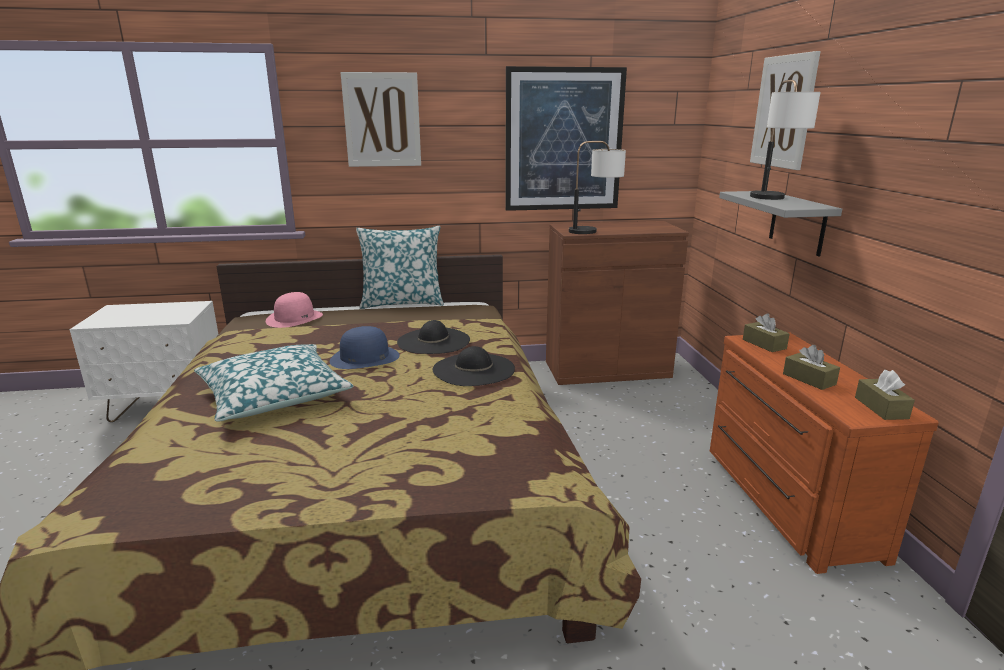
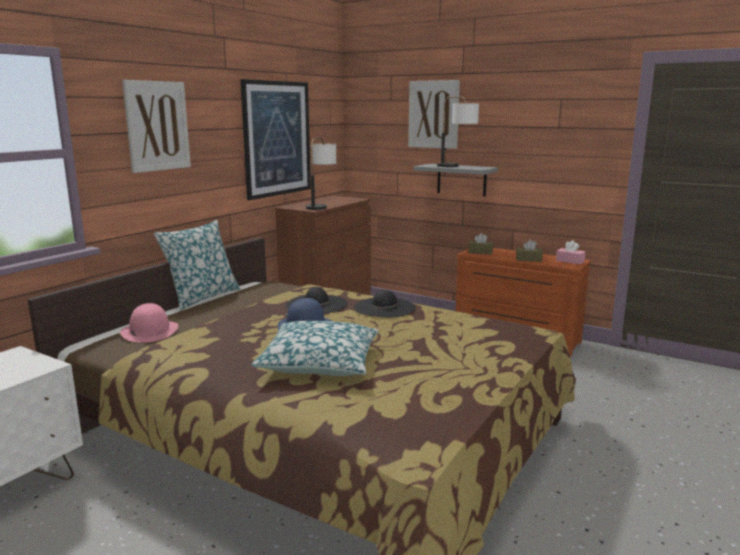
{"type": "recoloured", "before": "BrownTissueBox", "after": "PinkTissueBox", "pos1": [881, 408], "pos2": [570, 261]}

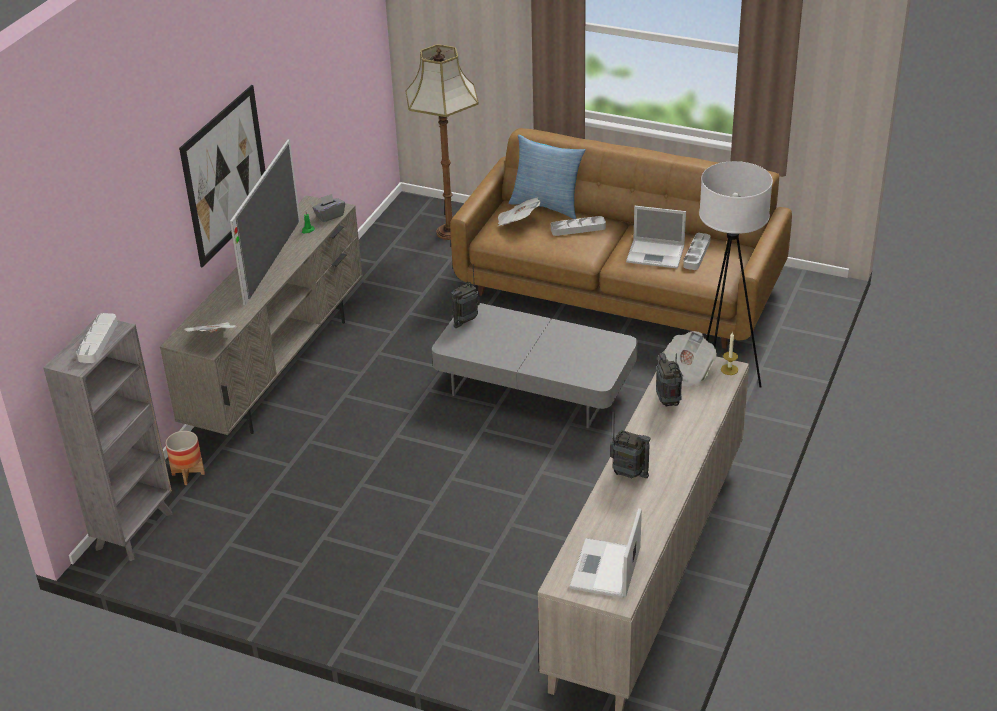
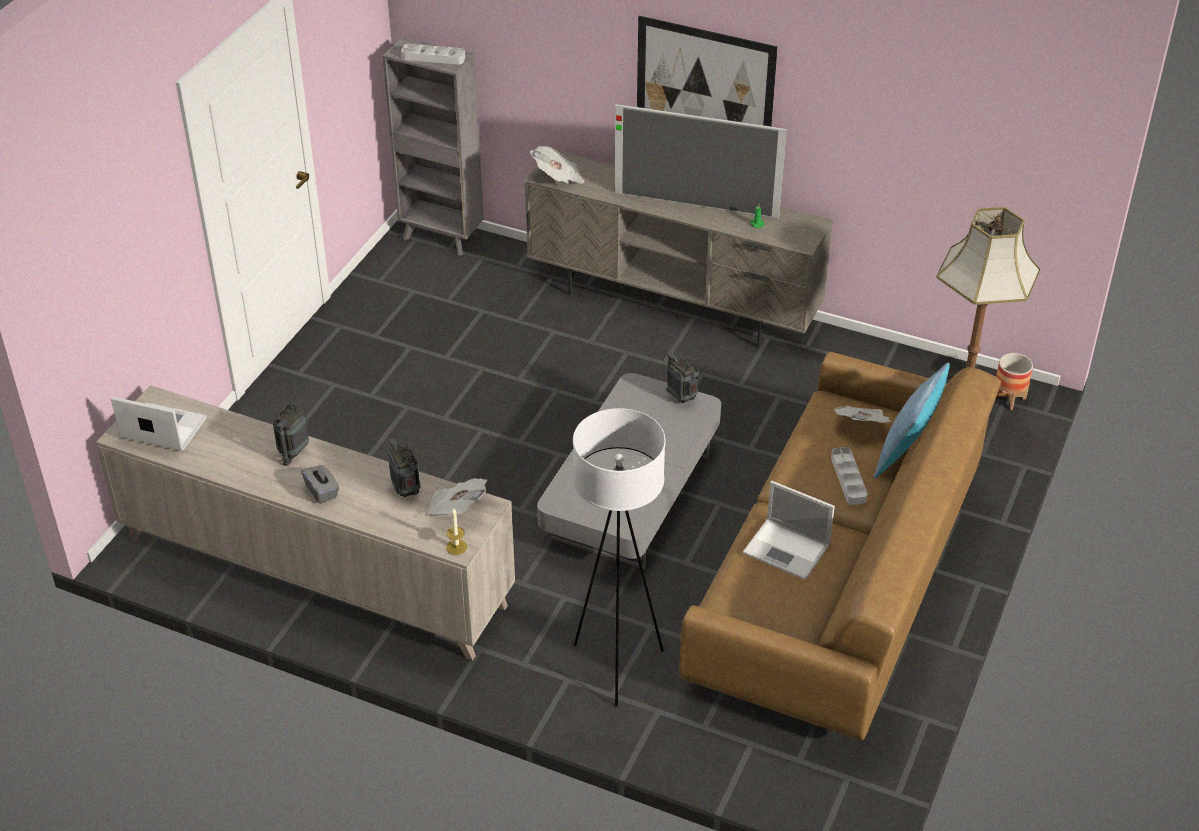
{"type": "moved", "before": "Planter", "pos1": [188, 474], "pos2": [1009, 398]}
{"type": "moved", "before": "GreyTissueBox", "pos1": [329, 216], "pos2": [322, 491]}
{"type": "turned", "before": "Laptop", "pos1": [656, 254], "pos2": [788, 549], "turn": -75}
{"type": "turned", "before": "Radio", "pos1": [668, 402], "pos2": [406, 491], "turn": -105}
{"type": "removed", "before": "GreyTray", "pos1": [696, 254]}

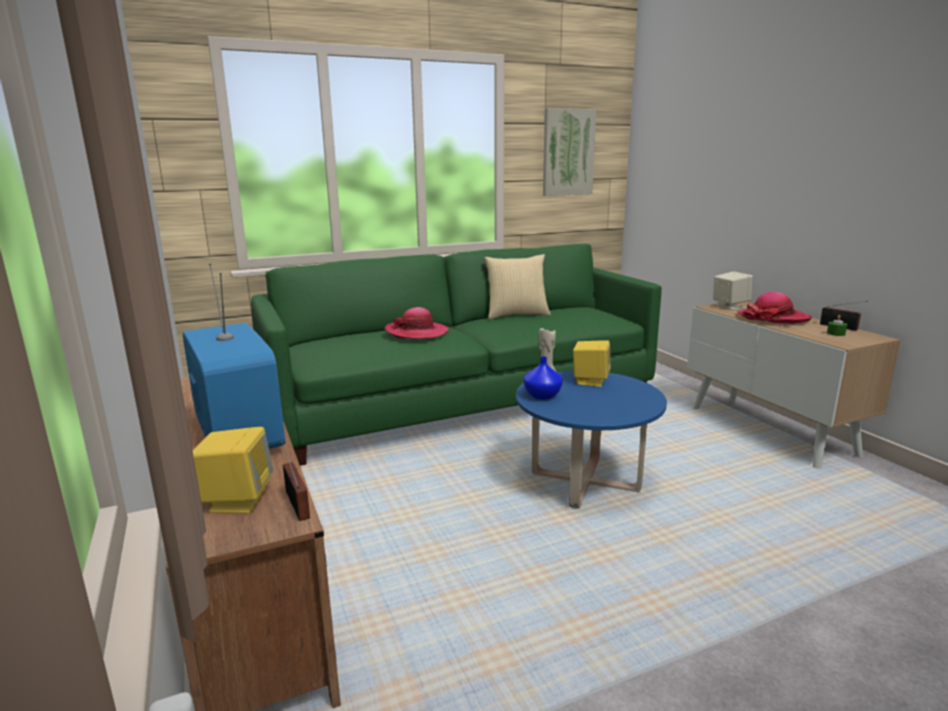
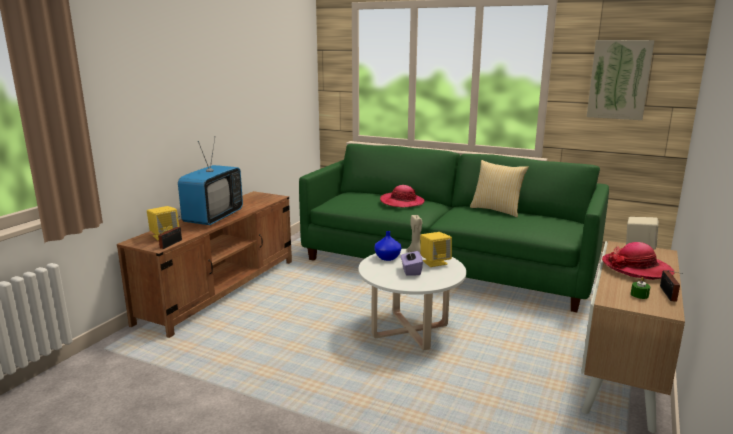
{"type": "recoloured", "before": "BlueCoffeeTable", "after": "WhiteCoffeeTable", "pos1": [585, 482], "pos2": [410, 331]}
{"type": "added", "after": "PurpleTissueBox", "pos2": [411, 271]}

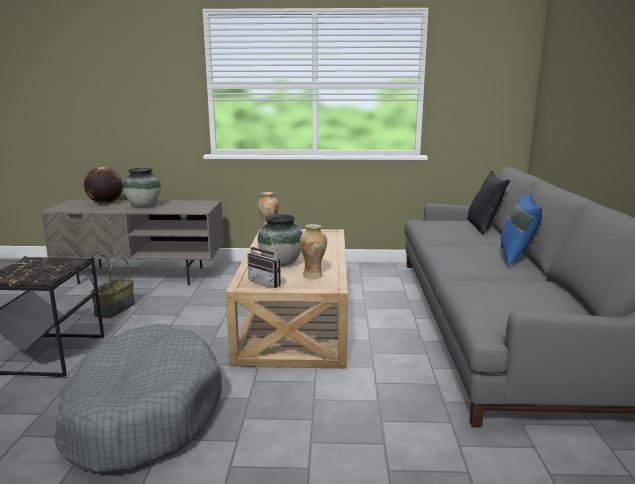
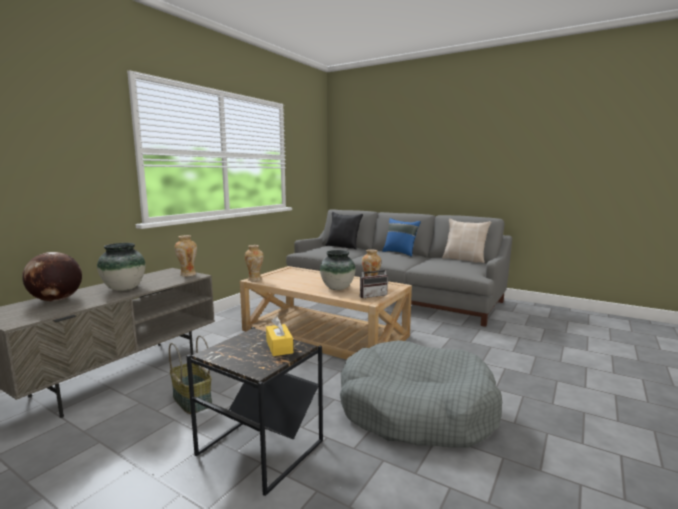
{"type": "added", "after": "Vase", "pos2": [187, 275]}
{"type": "added", "after": "YellowTissueBox", "pos2": [279, 347]}
{"type": "added", "after": "BeigePillow", "pos2": [464, 259]}

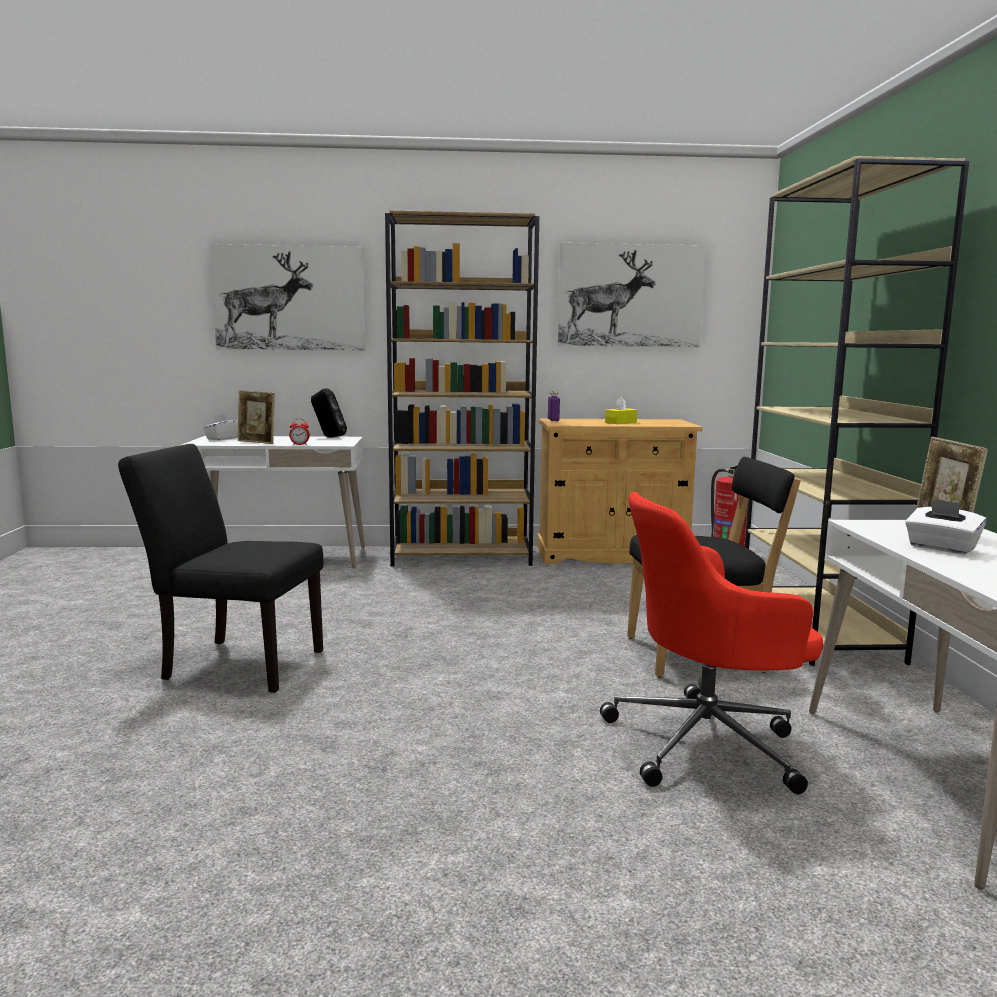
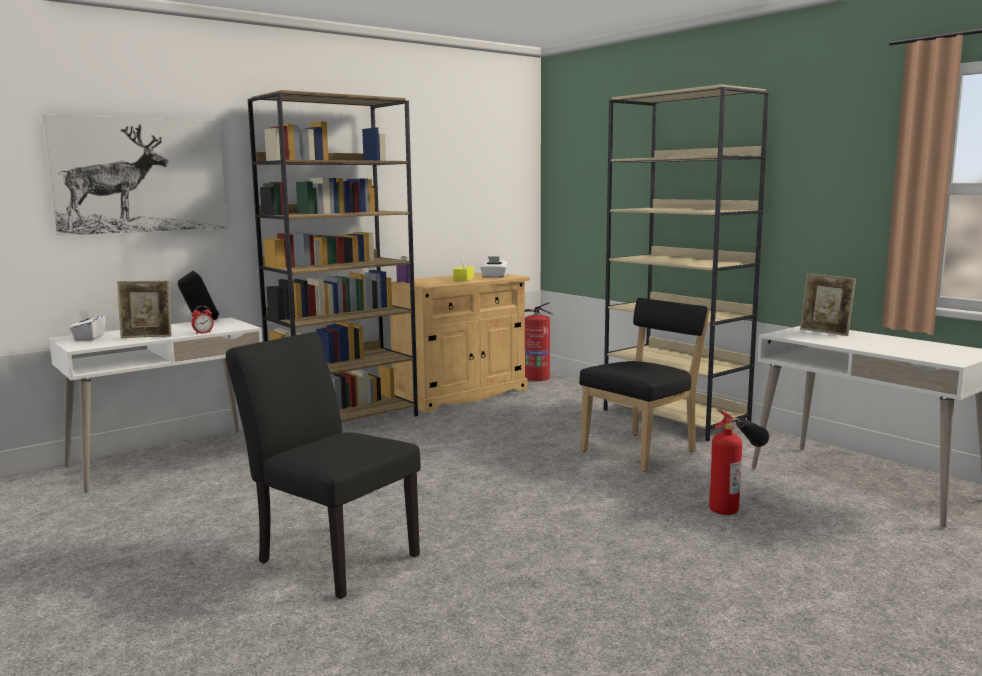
{"type": "turned", "before": "BlackChair", "pos1": [233, 663], "pos2": [330, 555], "turn": 60}
{"type": "removed", "before": "Picture", "pos1": [630, 296]}
{"type": "replaced", "before": "RedOfficeChair", "after": "FireExtinguisher", "pos1": [707, 743], "pos2": [736, 501]}
{"type": "moved", "before": "WhiteTissueBox", "pos1": [941, 548], "pos2": [494, 276]}

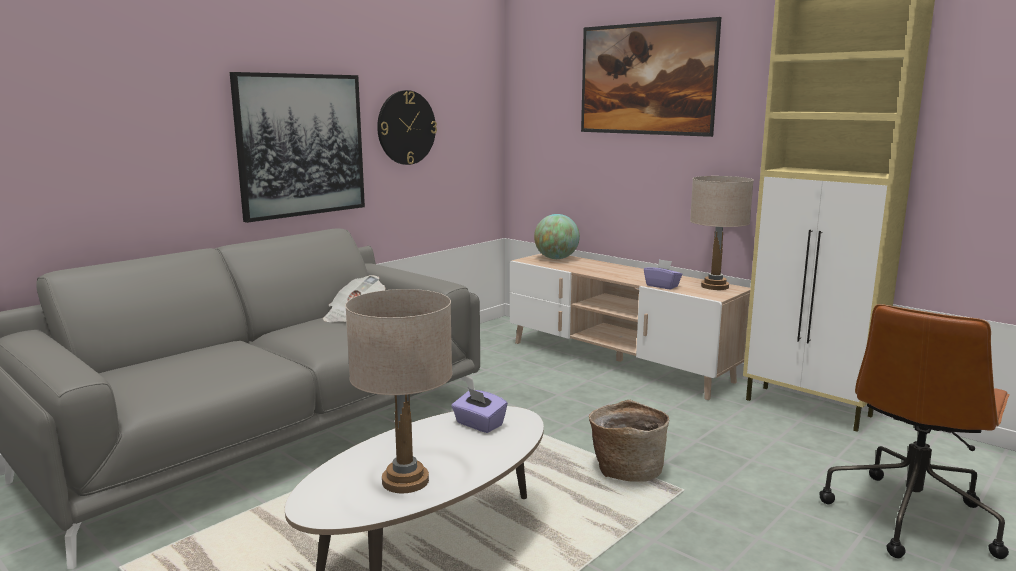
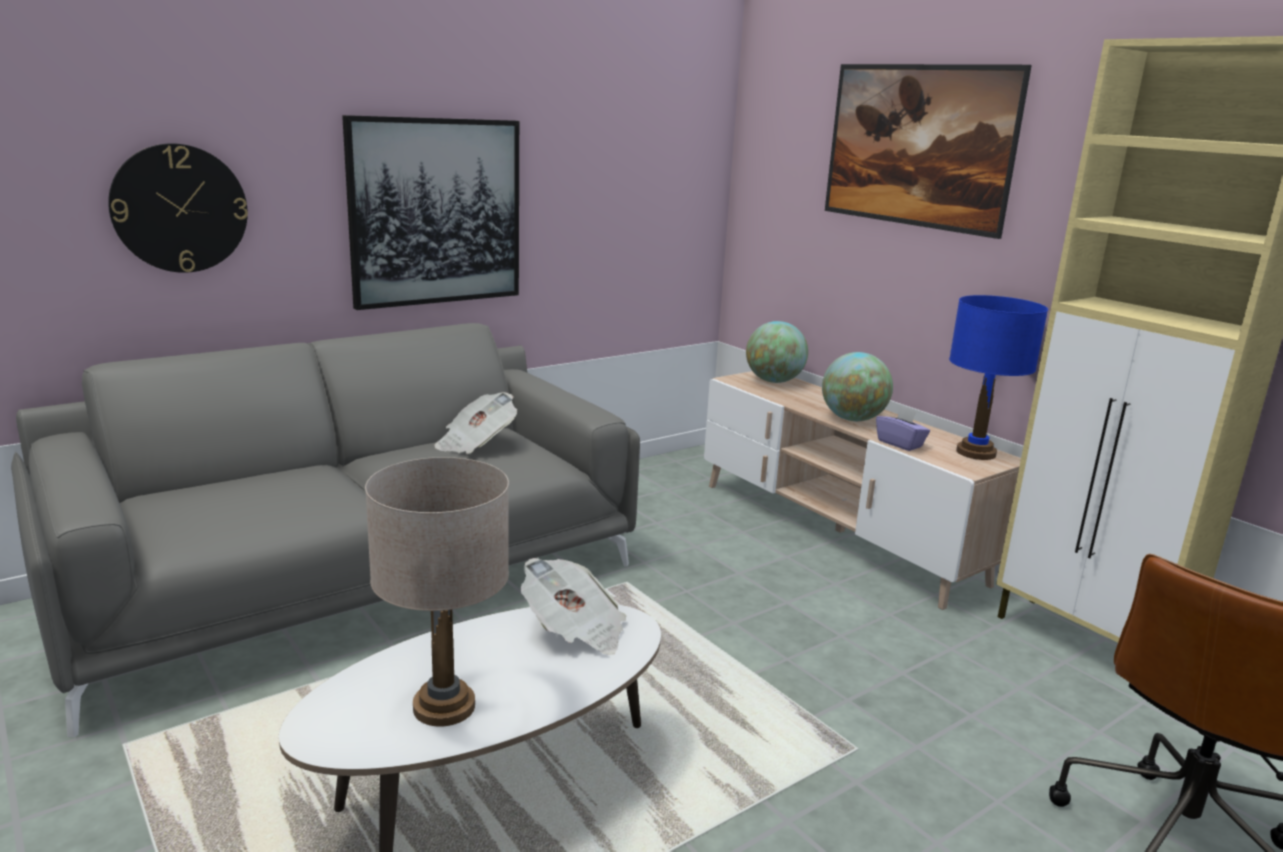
{"type": "moved", "before": "WallClock", "pos1": [406, 127], "pos2": [180, 208]}
{"type": "replaced", "before": "PurpleTissueBox", "after": "Newspaper", "pos1": [479, 424], "pos2": [574, 631]}
{"type": "removed", "before": "Basket", "pos1": [626, 470]}
{"type": "recoloured", "before": "BeigeTableLamp", "after": "BlueTableLamp", "pos1": [715, 286], "pos2": [976, 453]}
{"type": "added", "after": "Globe", "pos2": [852, 419]}

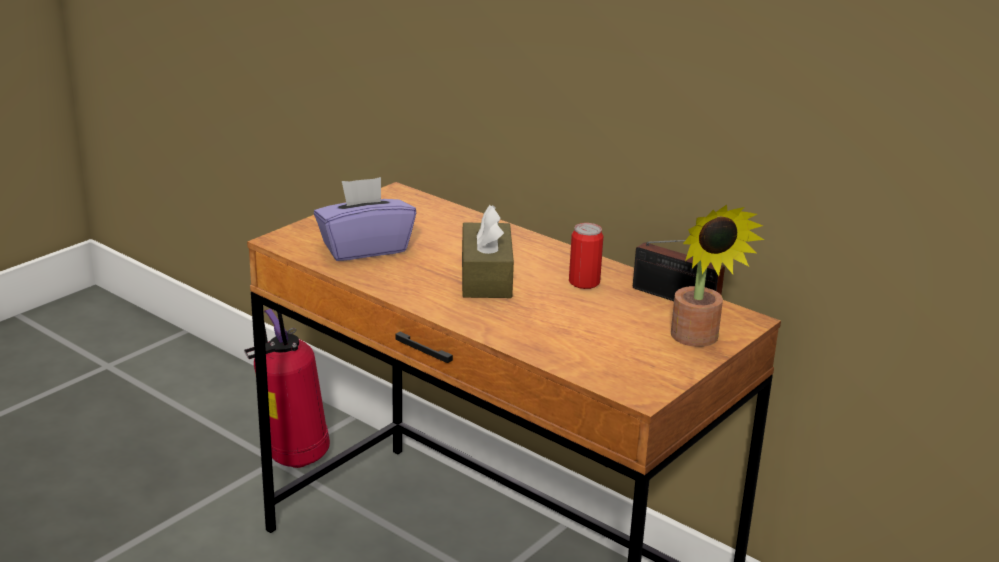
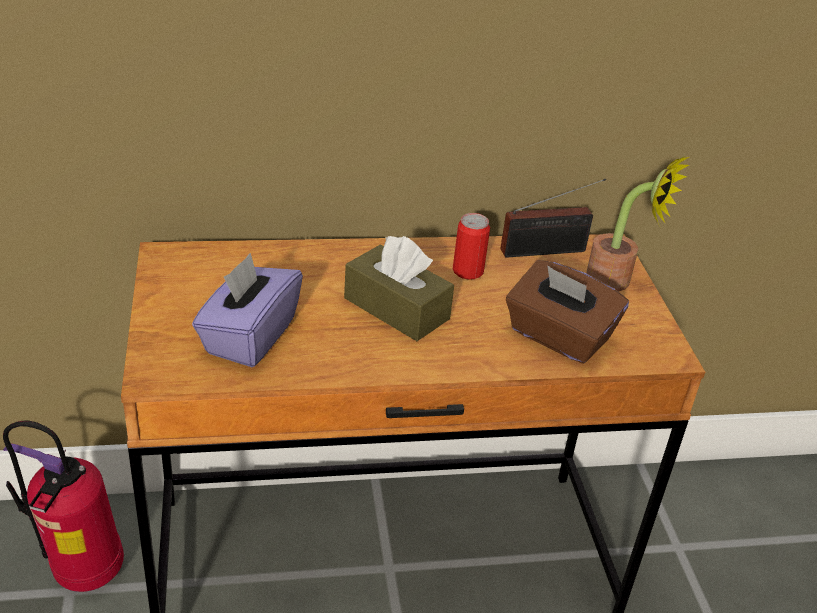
{"type": "added", "after": "BrownTissueBox", "pos2": [558, 337]}

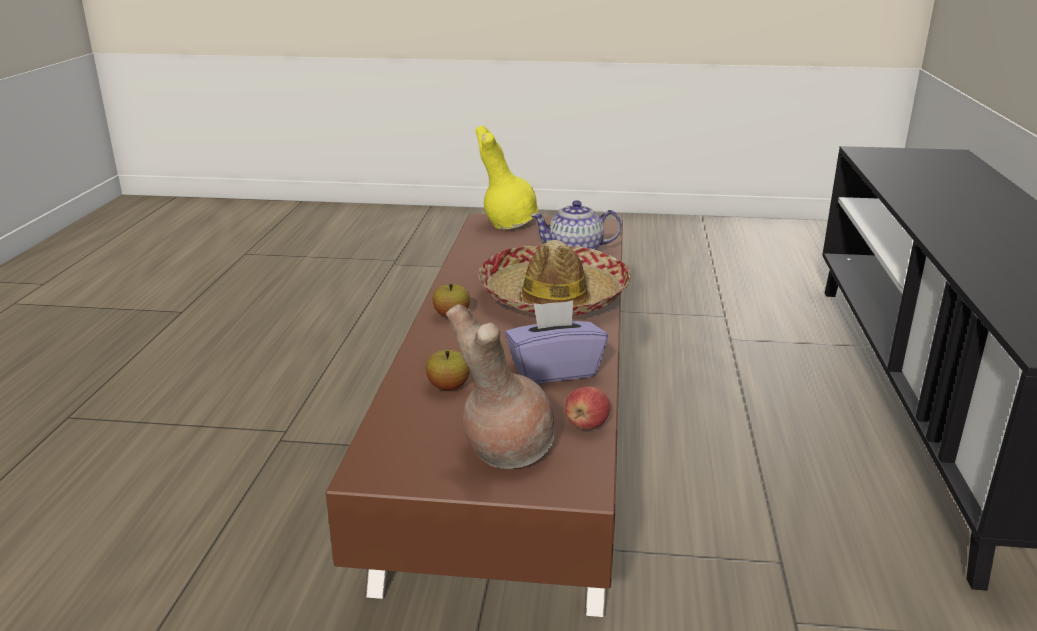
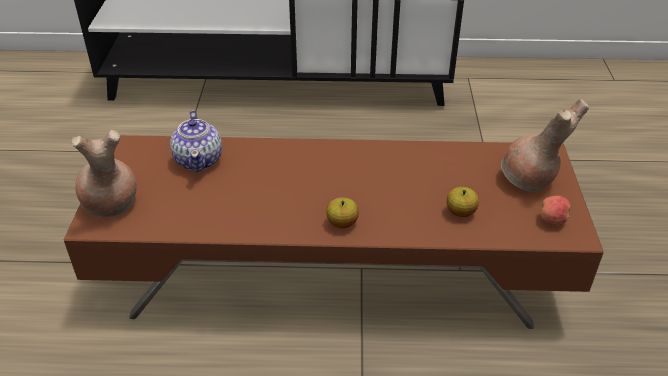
{"type": "recoloured", "before": "YellowVase", "after": "BrownVase", "pos1": [508, 224], "pos2": [110, 206]}
{"type": "removed", "before": "Hat", "pos1": [553, 297]}
{"type": "removed", "before": "PurpleTissueBox", "pos1": [554, 370]}
{"type": "moved", "before": "Apple", "pos1": [586, 425], "pos2": [552, 220]}

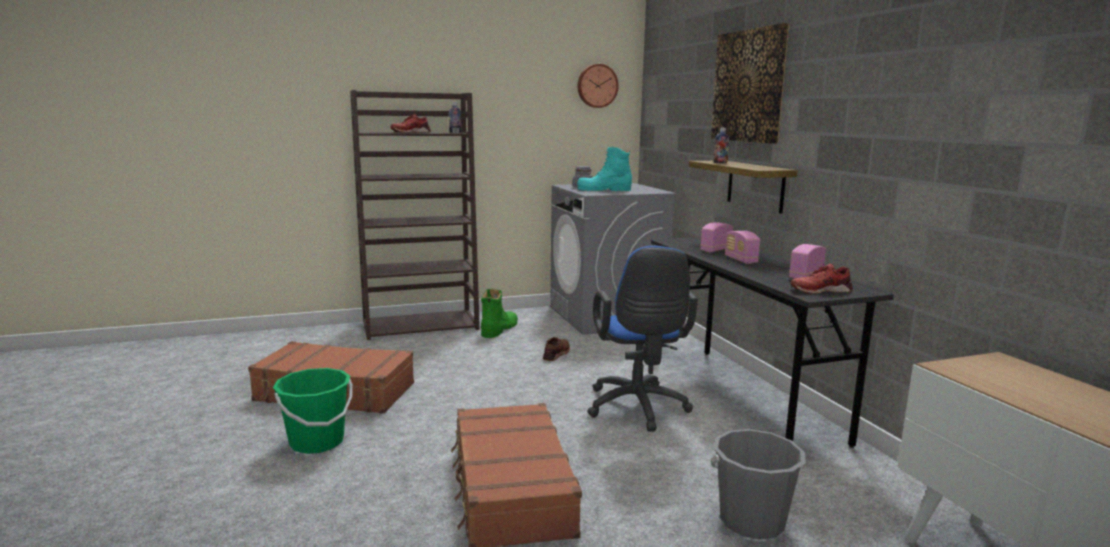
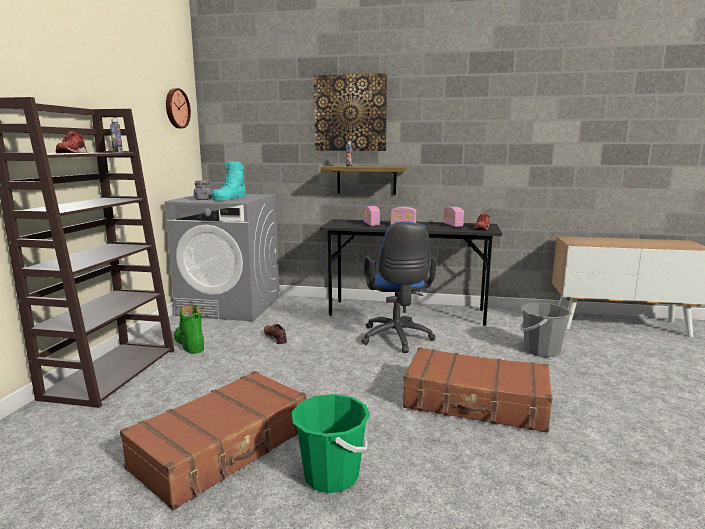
{"type": "turned", "before": "BlueOfficeChair", "pos1": [637, 409], "pos2": [397, 339], "turn": 60}

